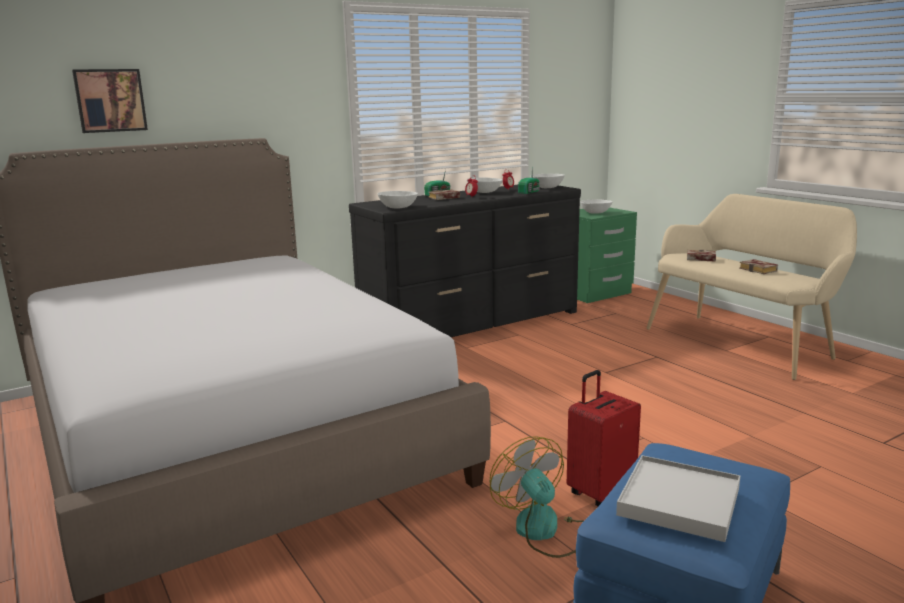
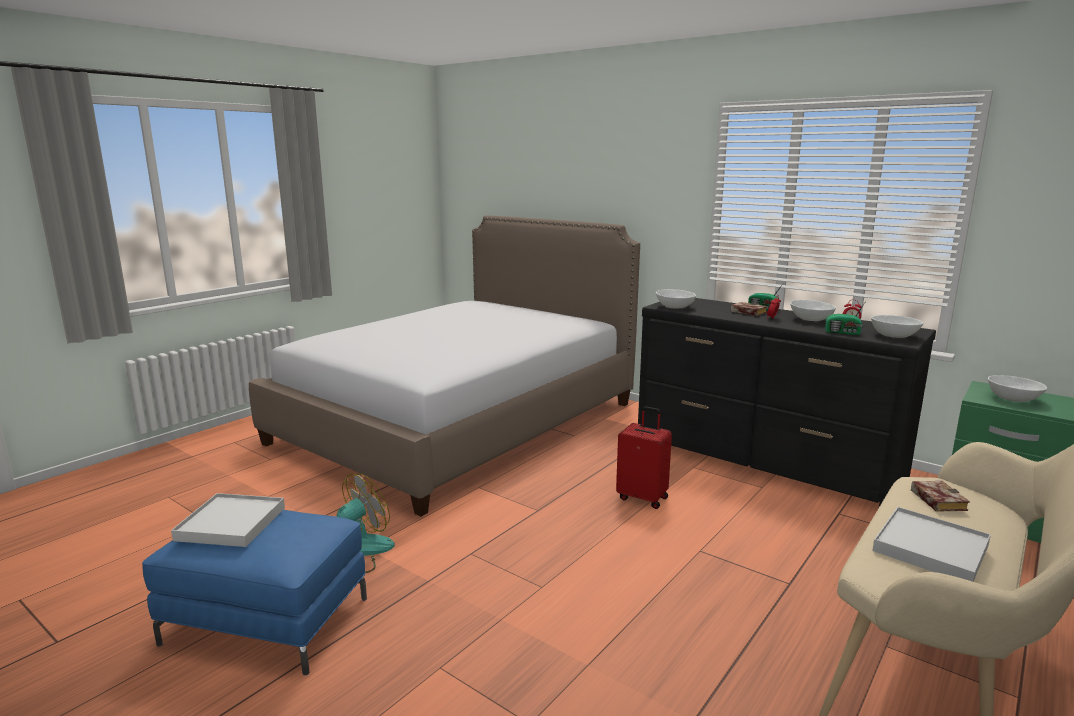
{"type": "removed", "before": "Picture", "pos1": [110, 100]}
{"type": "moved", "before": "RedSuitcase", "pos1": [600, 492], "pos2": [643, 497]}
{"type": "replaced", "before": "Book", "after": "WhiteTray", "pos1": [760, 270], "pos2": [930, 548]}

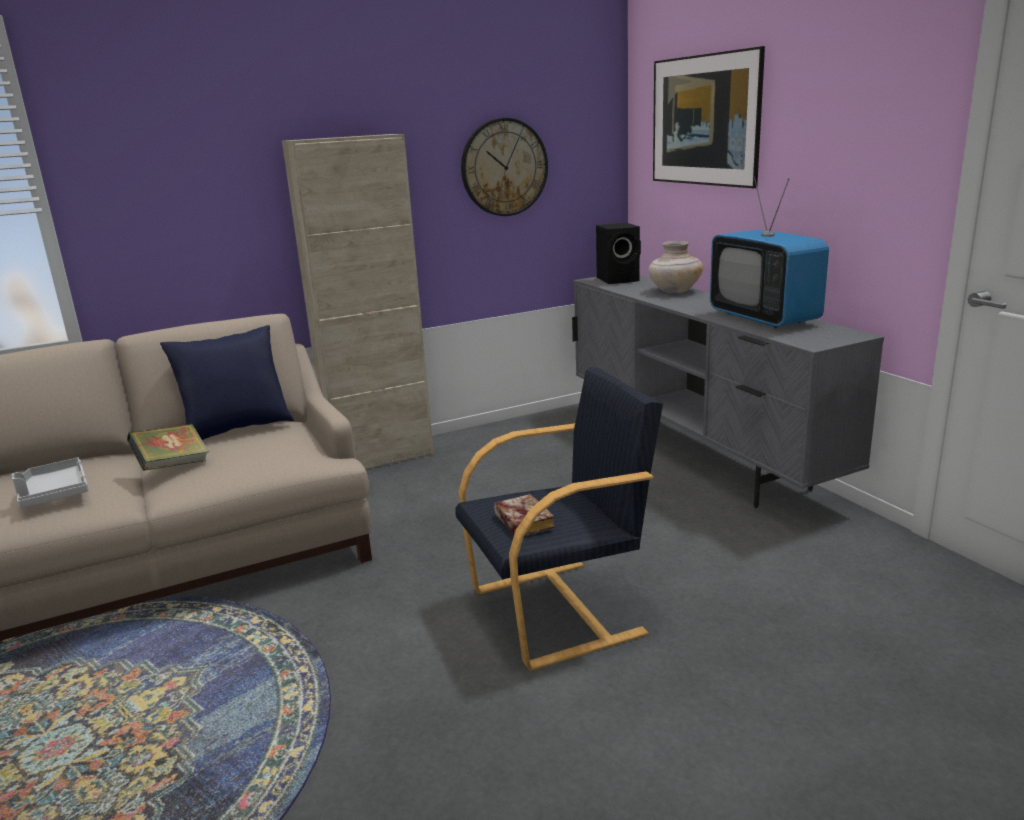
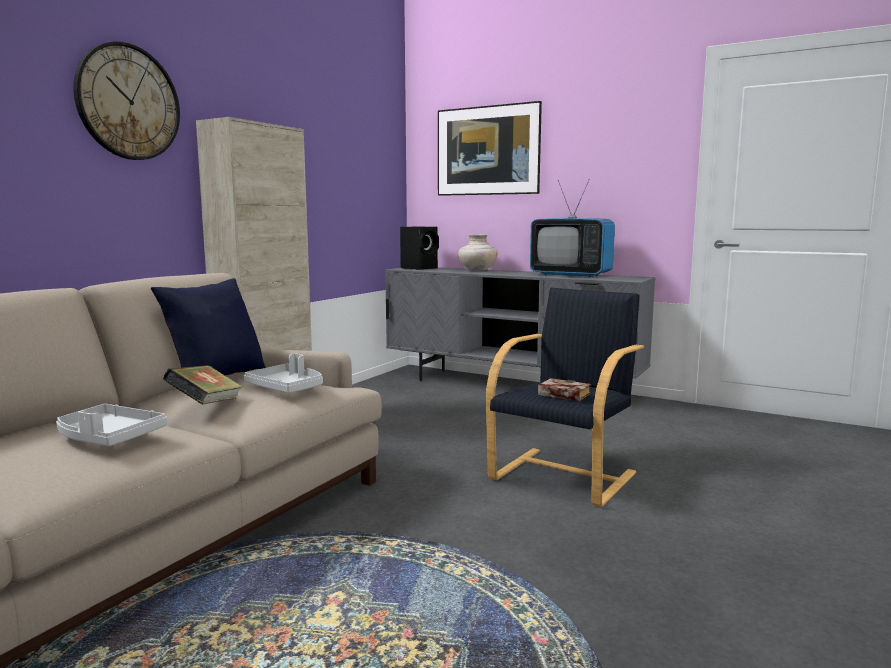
{"type": "moved", "before": "WallClock", "pos1": [504, 167], "pos2": [128, 102]}
{"type": "added", "after": "GreyTray", "pos2": [287, 388]}

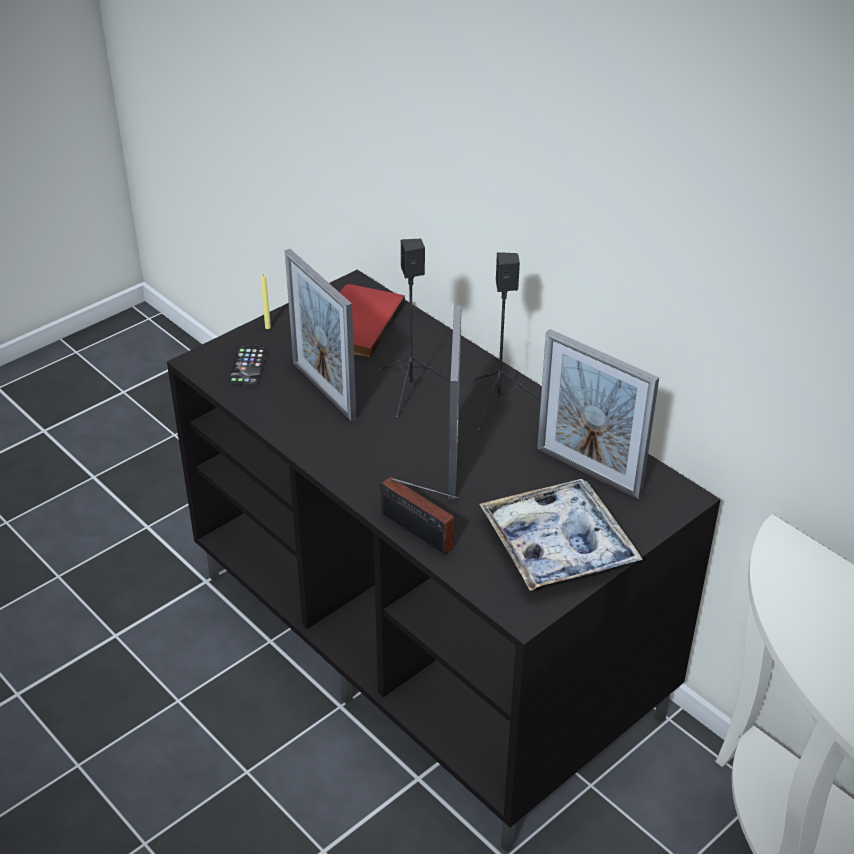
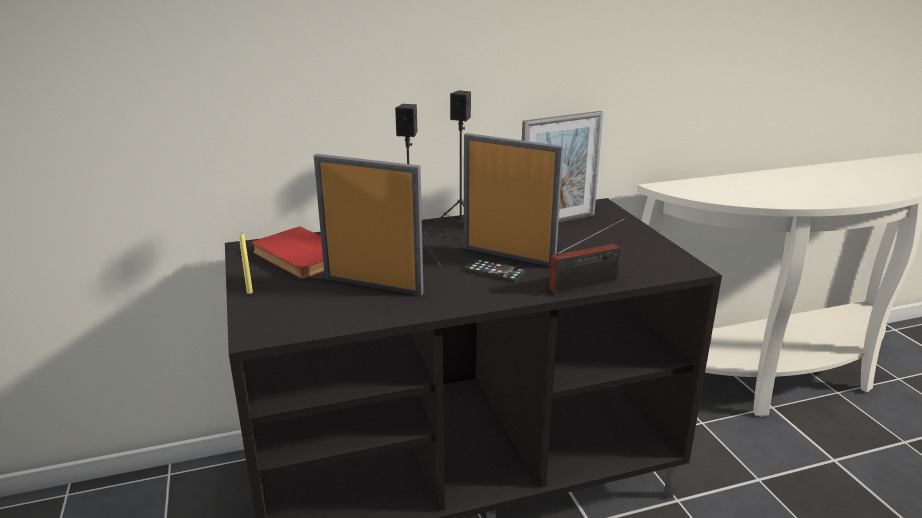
{"type": "moved", "before": "Phone", "pos1": [248, 366], "pos2": [494, 271]}
{"type": "turned", "before": "PictureFrame", "pos1": [323, 390], "pos2": [373, 286], "turn": -150}
{"type": "removed", "before": "Tray", "pos1": [558, 545]}

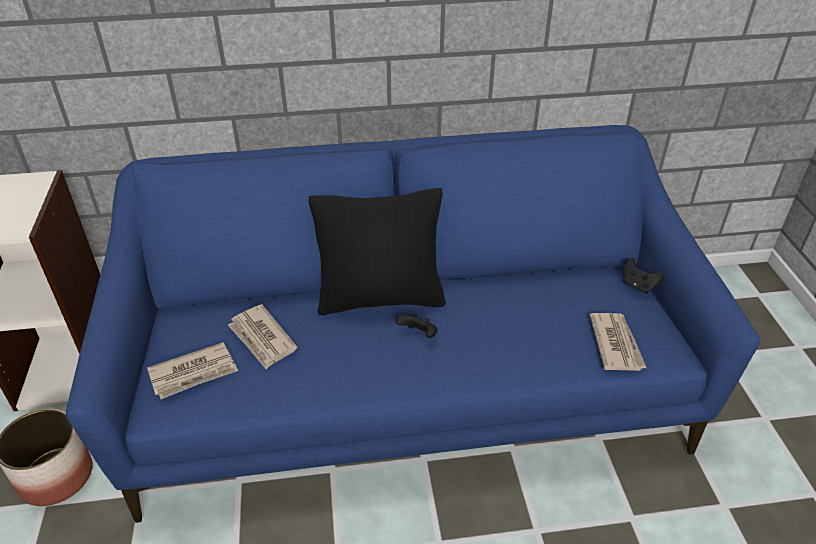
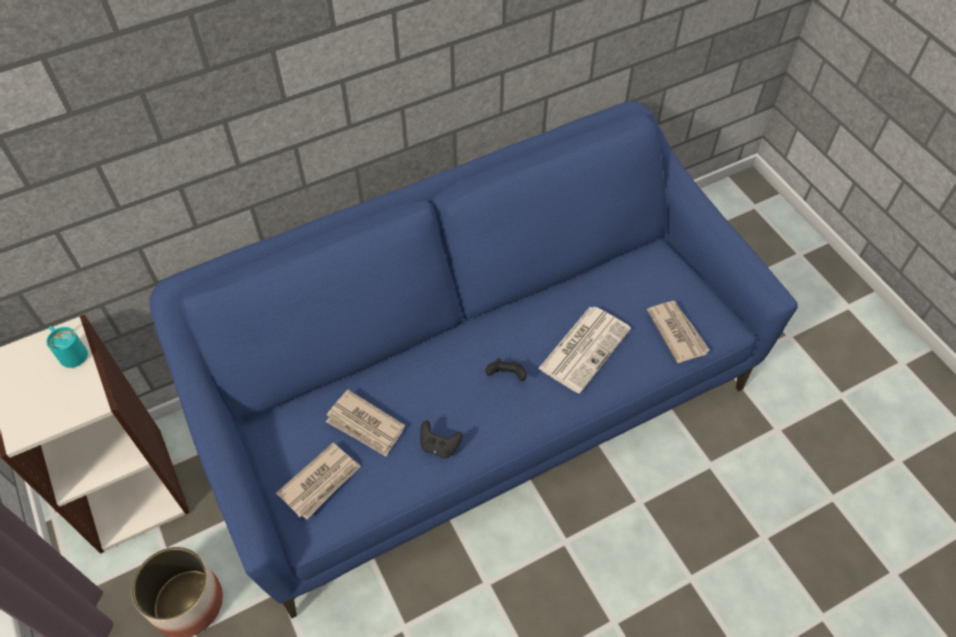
{"type": "removed", "before": "BlackPillow", "pos1": [380, 298]}
{"type": "moved", "before": "BlackGameController", "pos1": [638, 285], "pos2": [439, 446]}
{"type": "added", "after": "TurquoiseMug", "pos2": [70, 352]}
{"type": "added", "after": "Newspaper", "pos2": [584, 348]}

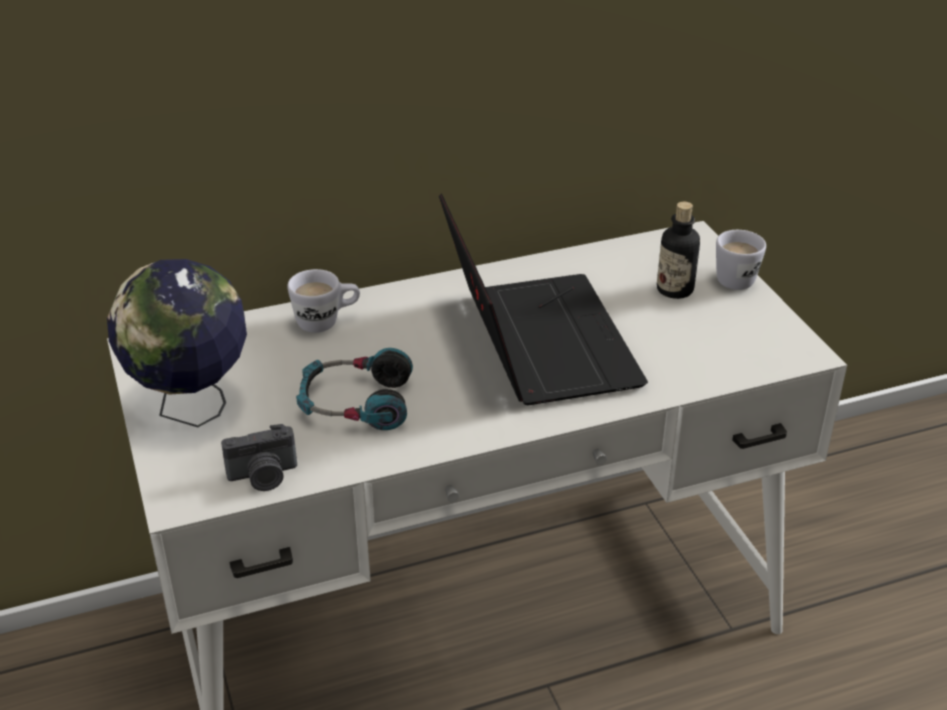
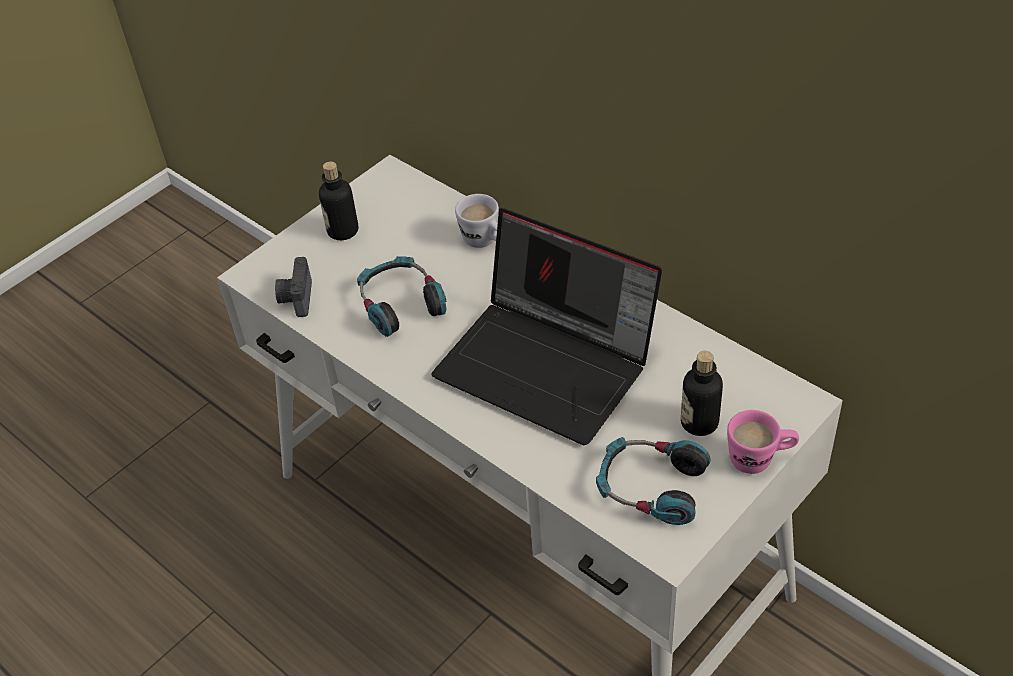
{"type": "replaced", "before": "Globe", "after": "Bottle", "pos1": [192, 408], "pos2": [343, 231]}
{"type": "turned", "before": "PhotoCamera", "pos1": [263, 476], "pos2": [296, 298], "turn": 45}
{"type": "turned", "before": "Laptop", "pos1": [535, 341], "pos2": [549, 364], "turn": 75}
{"type": "recoloured", "before": "WhiteMug", "after": "PinkMug", "pos1": [737, 277], "pos2": [759, 459]}
{"type": "added", "after": "Headphones", "pos2": [651, 487]}

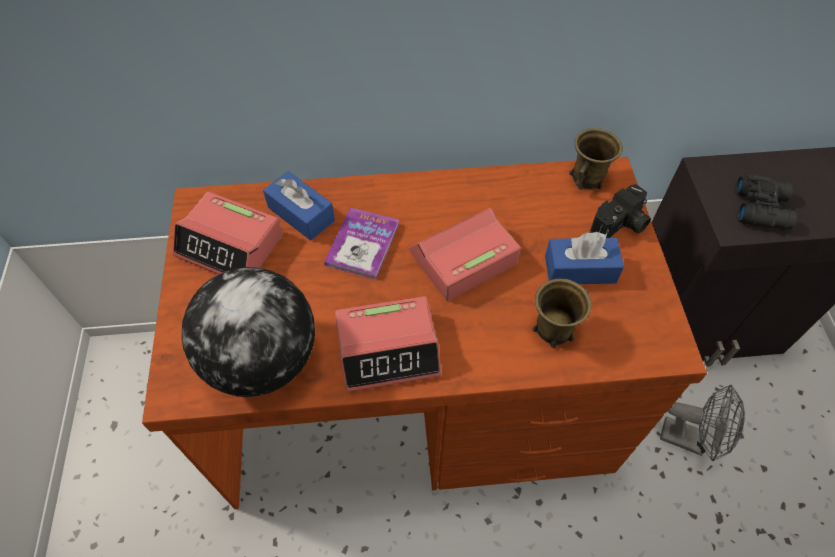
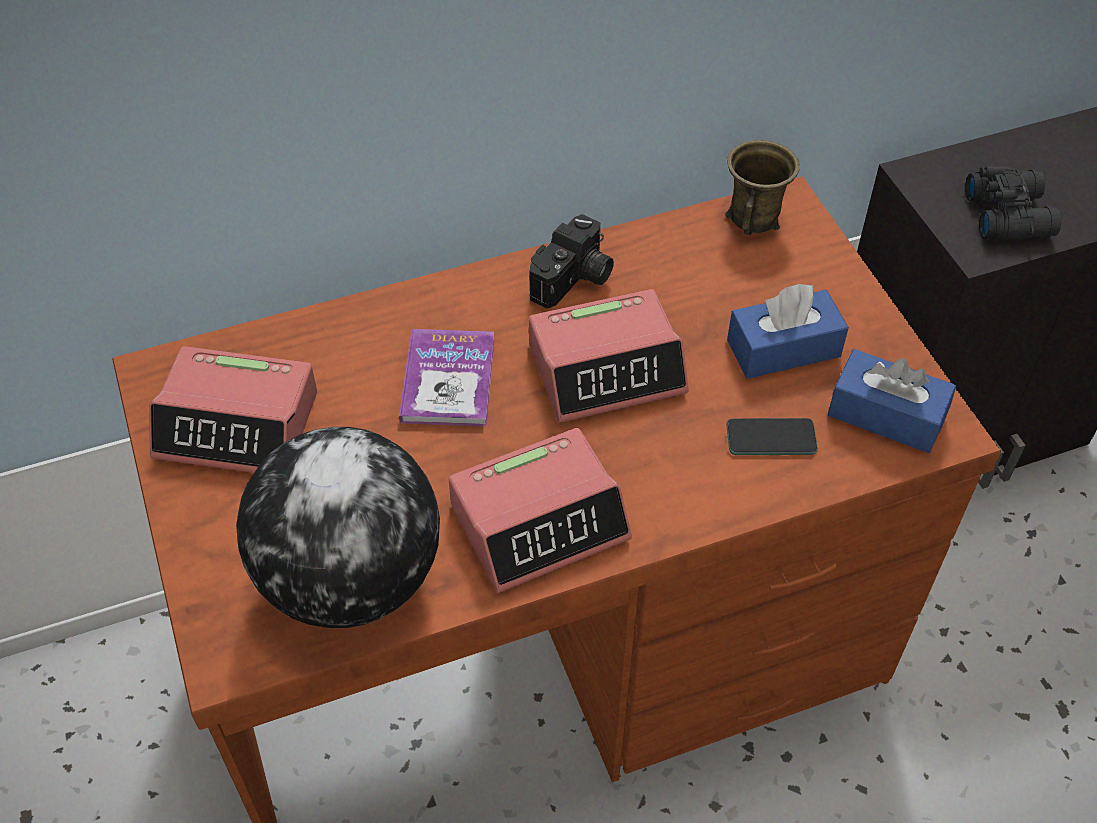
{"type": "moved", "before": "BlueTissueBox", "pos1": [301, 214], "pos2": [886, 415]}
{"type": "turned", "before": "AlarmClock", "pos1": [462, 258], "pos2": [607, 369], "turn": -150}
{"type": "replaced", "before": "BrownMug", "after": "Phone", "pos1": [553, 328], "pos2": [771, 438]}
{"type": "moved", "before": "PhotoCamera", "pos1": [620, 226], "pos2": [574, 280]}
{"type": "removed", "before": "GreyFan", "pos1": [690, 439]}

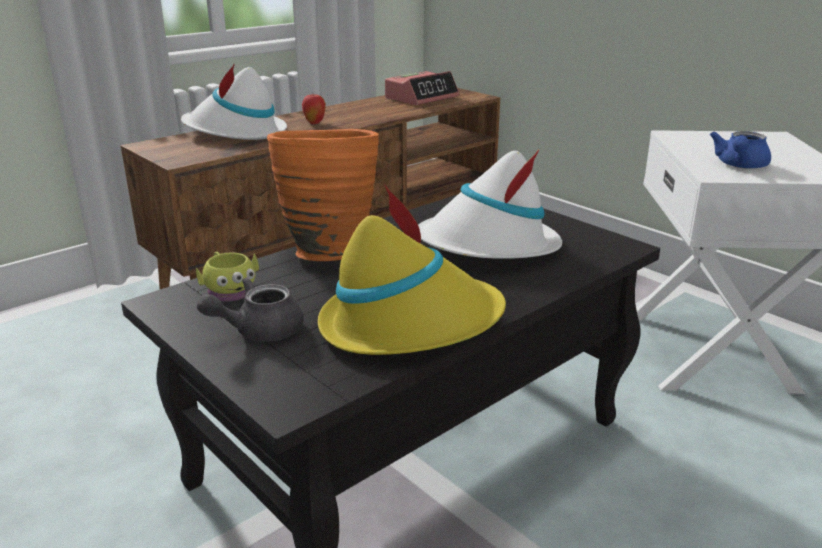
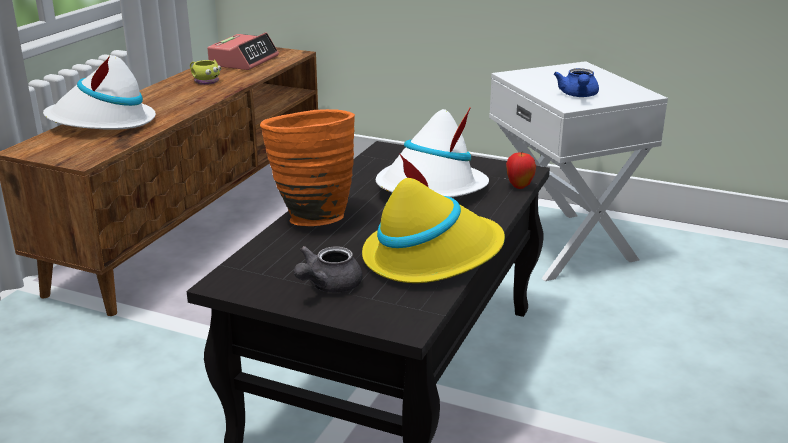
{"type": "moved", "before": "YellowMug", "pos1": [229, 290], "pos2": [204, 81]}
{"type": "moved", "before": "Apple", "pos1": [314, 123], "pos2": [519, 186]}

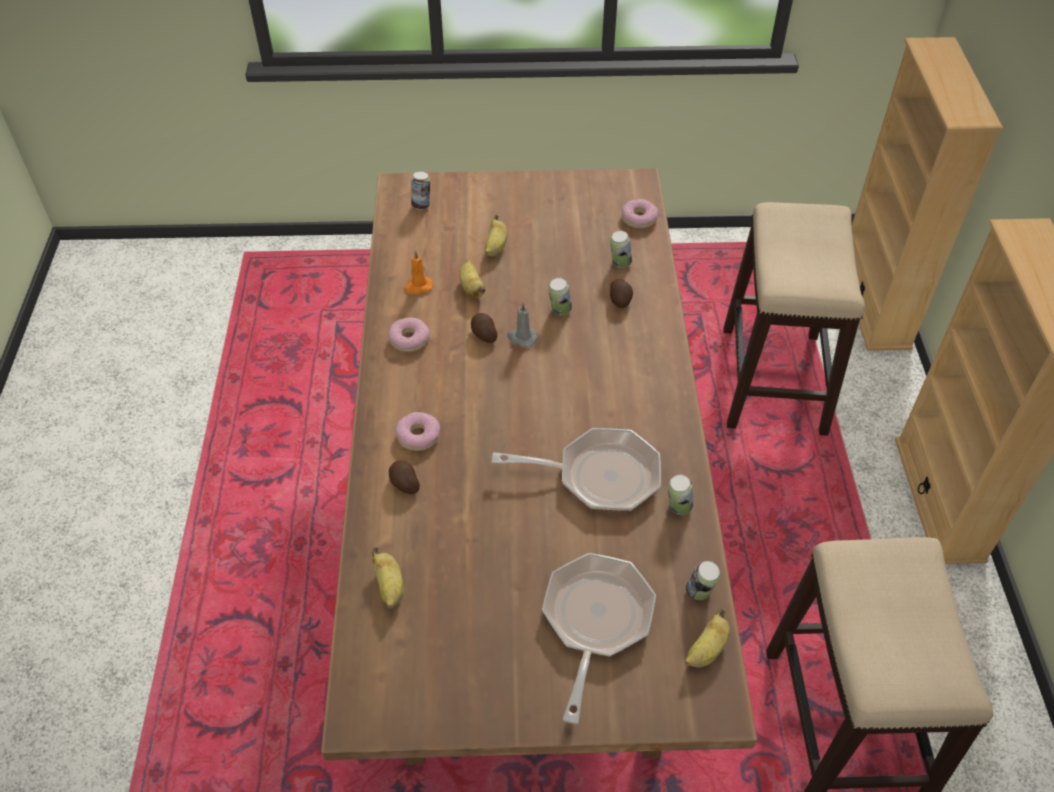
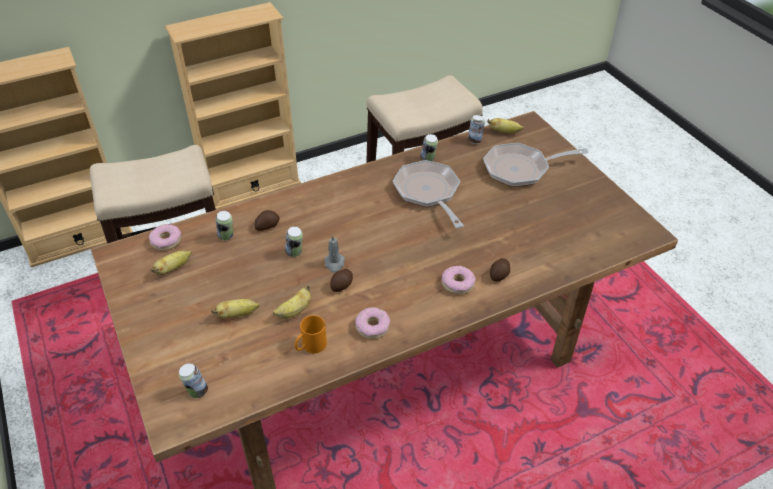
{"type": "moved", "before": "Banana", "pos1": [390, 587], "pos2": [173, 268]}
{"type": "replaced", "before": "OrangeCandle", "after": "OrangeMug", "pos1": [418, 287], "pos2": [310, 346]}

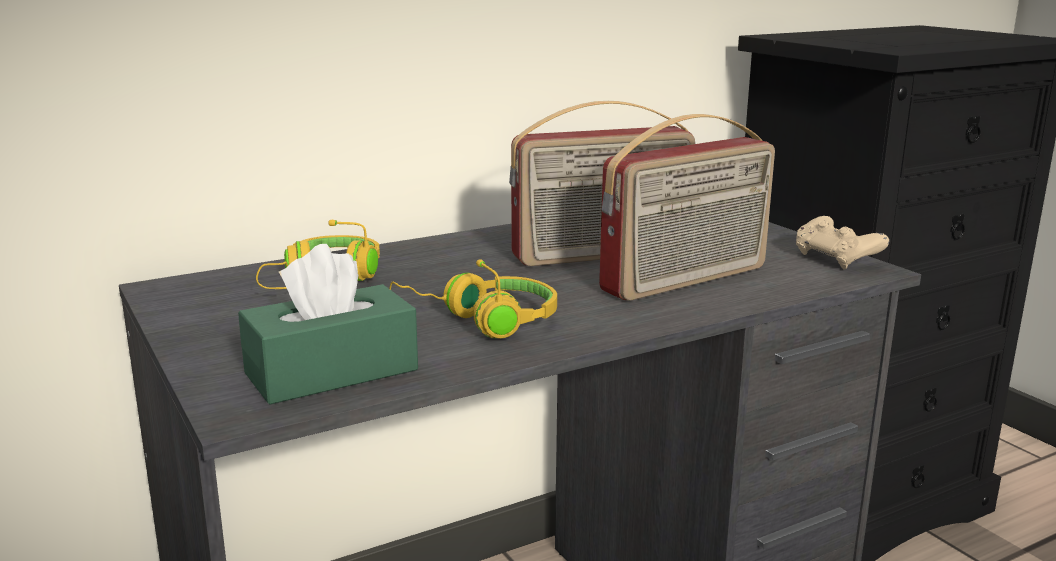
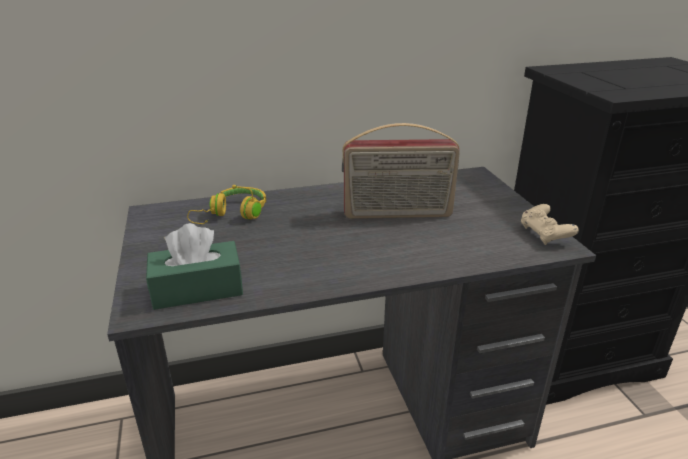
{"type": "removed", "before": "YellowHeadphones", "pos1": [481, 322]}
{"type": "removed", "before": "Radio", "pos1": [686, 280]}

